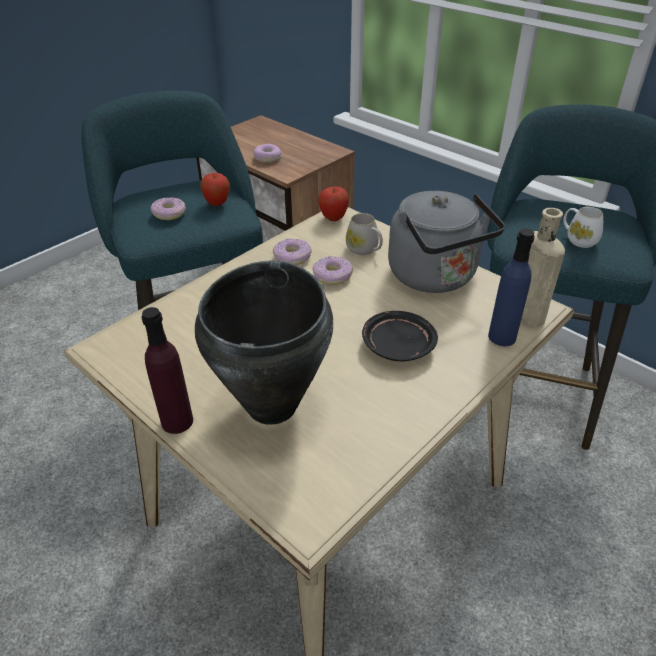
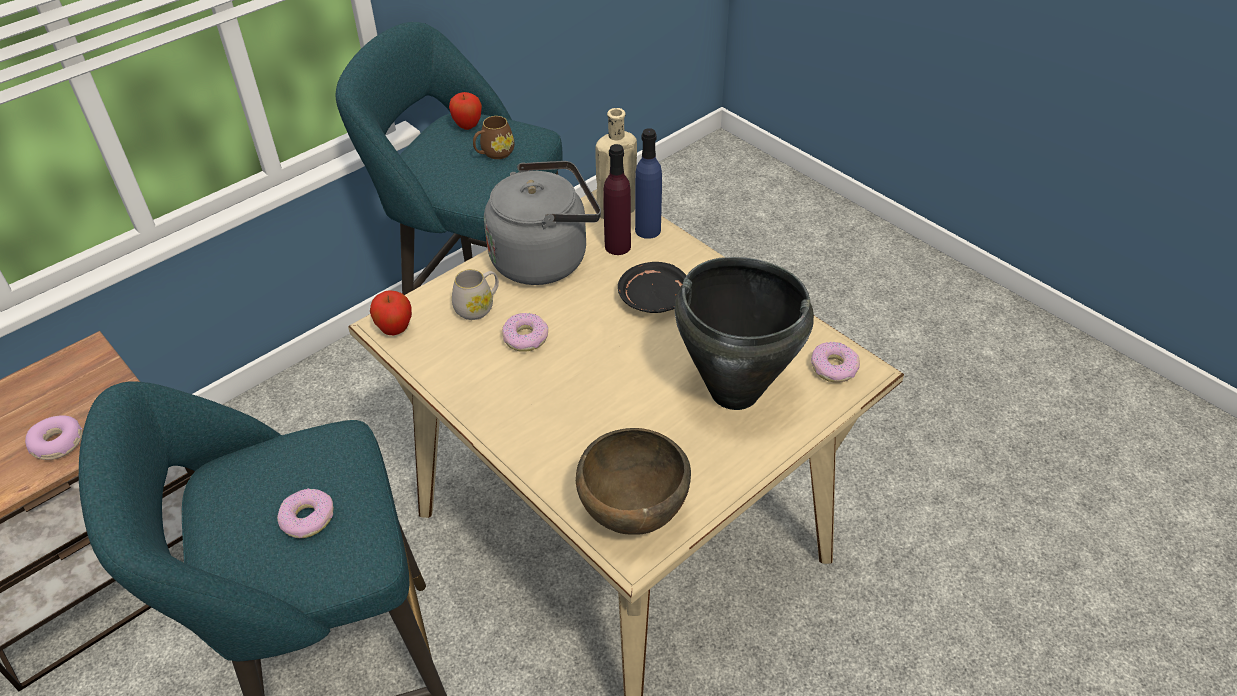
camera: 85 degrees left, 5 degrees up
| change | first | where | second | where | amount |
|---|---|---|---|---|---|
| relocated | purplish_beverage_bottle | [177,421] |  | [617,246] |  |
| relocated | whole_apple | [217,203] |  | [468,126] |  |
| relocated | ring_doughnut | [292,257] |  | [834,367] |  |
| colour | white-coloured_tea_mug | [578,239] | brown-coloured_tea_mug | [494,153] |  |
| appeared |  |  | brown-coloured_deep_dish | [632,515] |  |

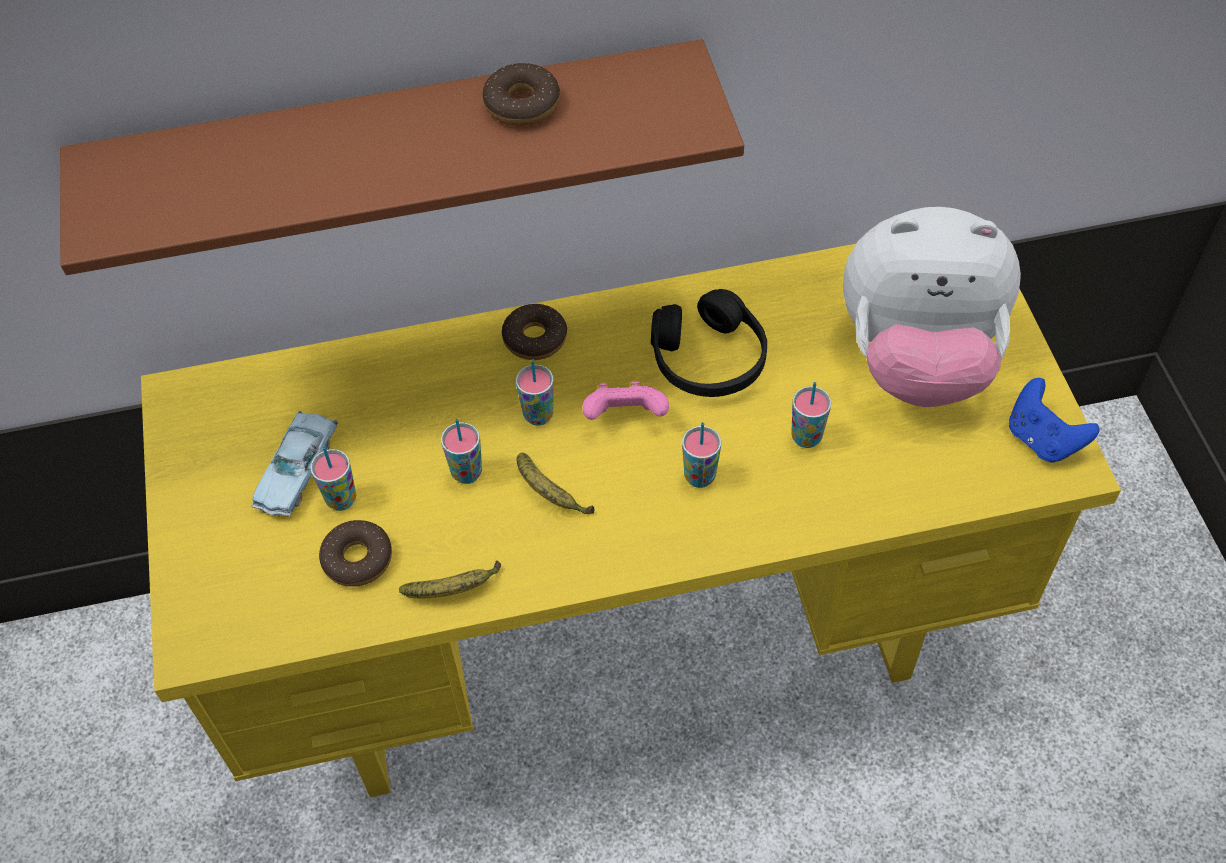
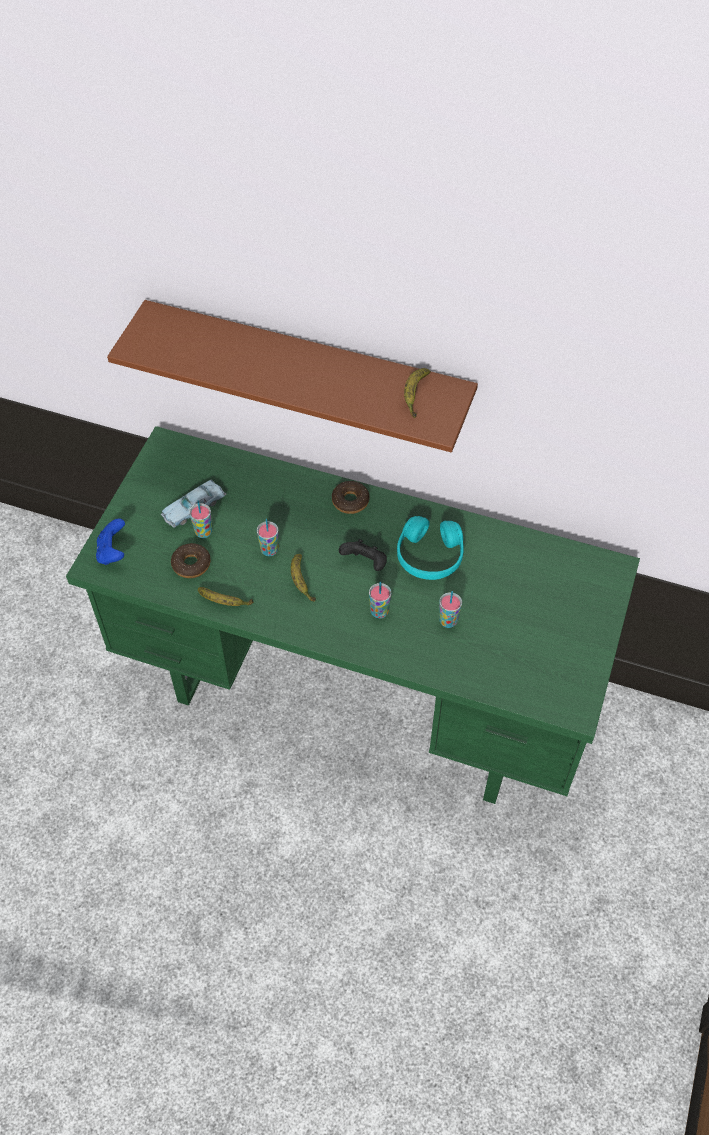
camera: 30 degrees right, 0 degrees up
| change | first | where | second | where | amount |
|---|---|---|---|---|---|
| colour | yellowish_desk_table | [624,634] | green-coloured_desk_table | [357,693] |  |
| missing | ring_doughnut | [522,104] |  |  |  |
| missing | drinking_cup | [538,415] |  |  |  |
| colour | pinkish_gamepad | [625,417] | black-coloured_gamepad | [365,563] |  |
| colour | black-coloured_headphones | [708,358] | blue-green_headphones | [429,556] |  |
| missing | soft_toy | [917,361] |  |  |  |
| relocated | blue_gamepad | [1042,439] |  | [113,552] |  |
| appeared |  |  | whole_banana | [415,395] |  |

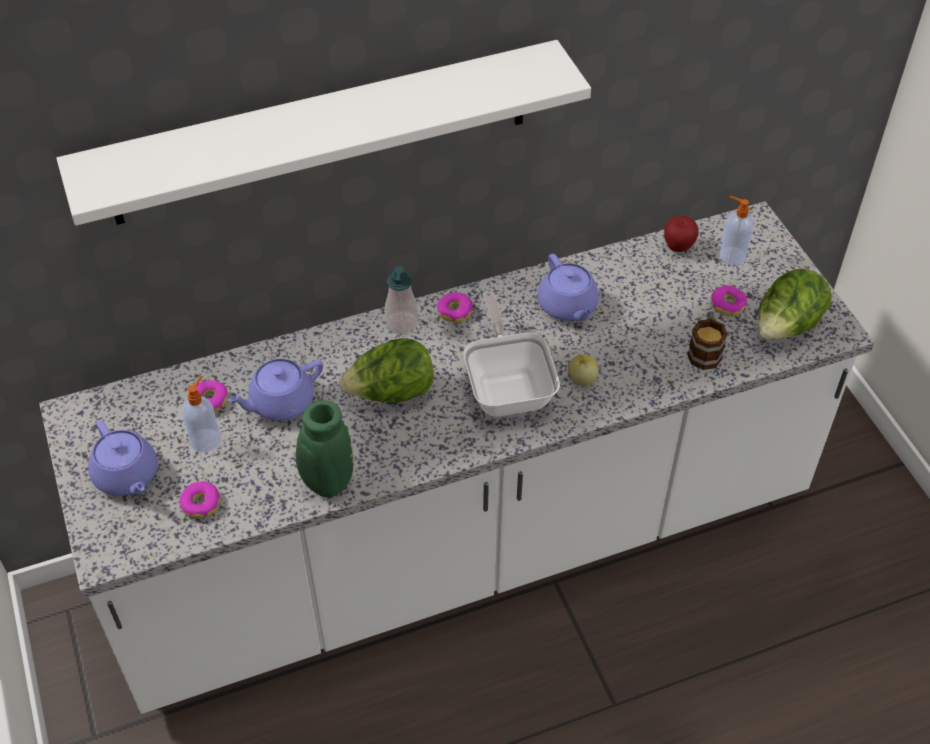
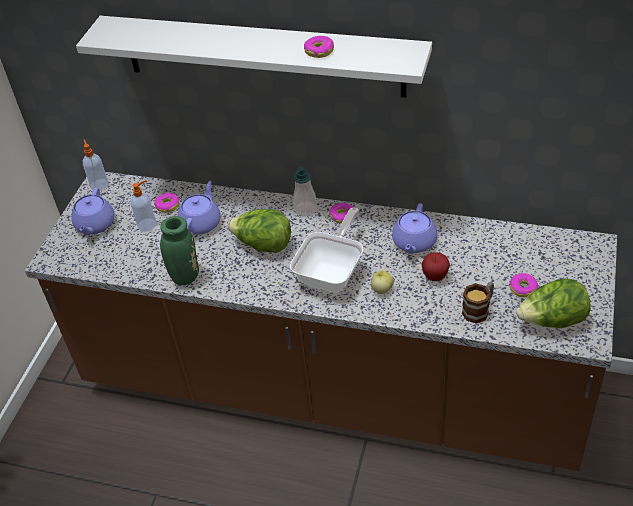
camera: 40 degrees right, 5 degrees down
| change | first | where | second | where | amount |
|---|---|---|---|---|---|
| colour | white-coloured_counter | [465,543] | brown-coloured_counter | [330,387] |  |
| relocated | ring_doughnut | [201,504] |  | [319,51] |  |
| spun | purplish_pot_for_tea | [280,403] |  | [201,223] | 105 degrees clockwise |
| relocated | whole_apple | [678,247] |  | [435,277] |  |
| relocated | liquid_soap_bottle | [731,255] |  | [99,184] |  |

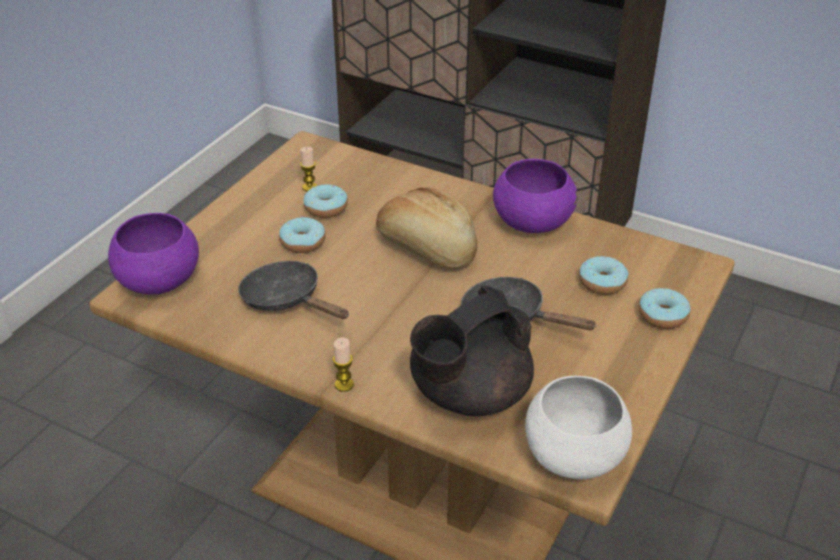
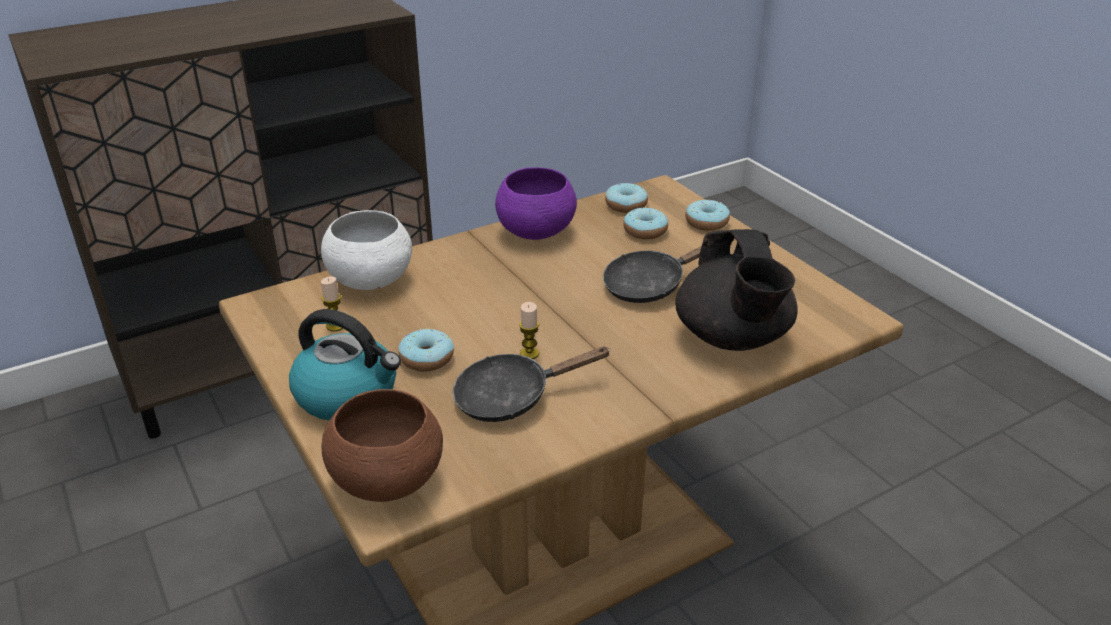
camera: 60 degrees left, 5 degrees down
| change | first | where | second | where | amount |
|---|---|---|---|---|---|
| colour | purplish_deep_dish | [158,281] | brown-coloured_deep_dish | [386,481] |  |
| relocated | ring_doughnut | [326,208] |  | [626,205] |  |
| relocated | wax_candle | [344,384] |  | [529,353] |  |
| missing | bakery_bread | [427,248] |  |  |  |
| relocated | white-coloured_deep_dish | [572,456] |  | [369,281] |  |
| appeared |  |  | kettle | [348,395] |  |

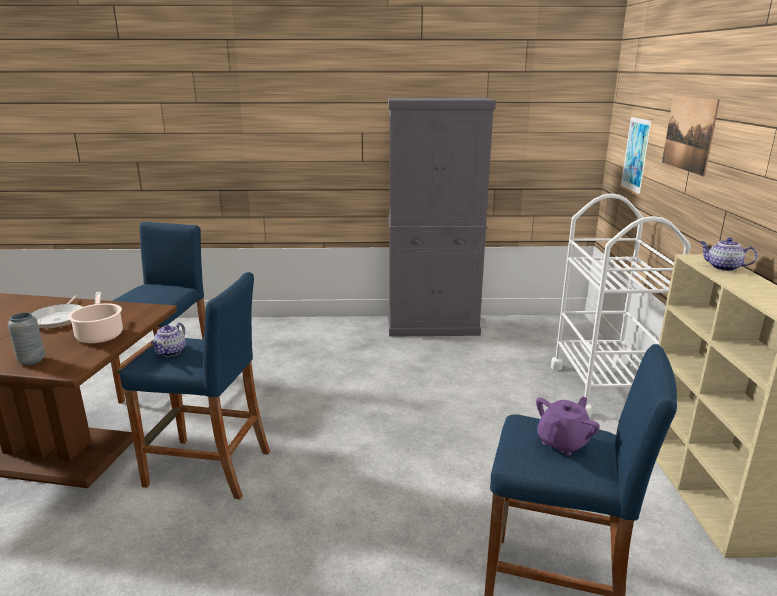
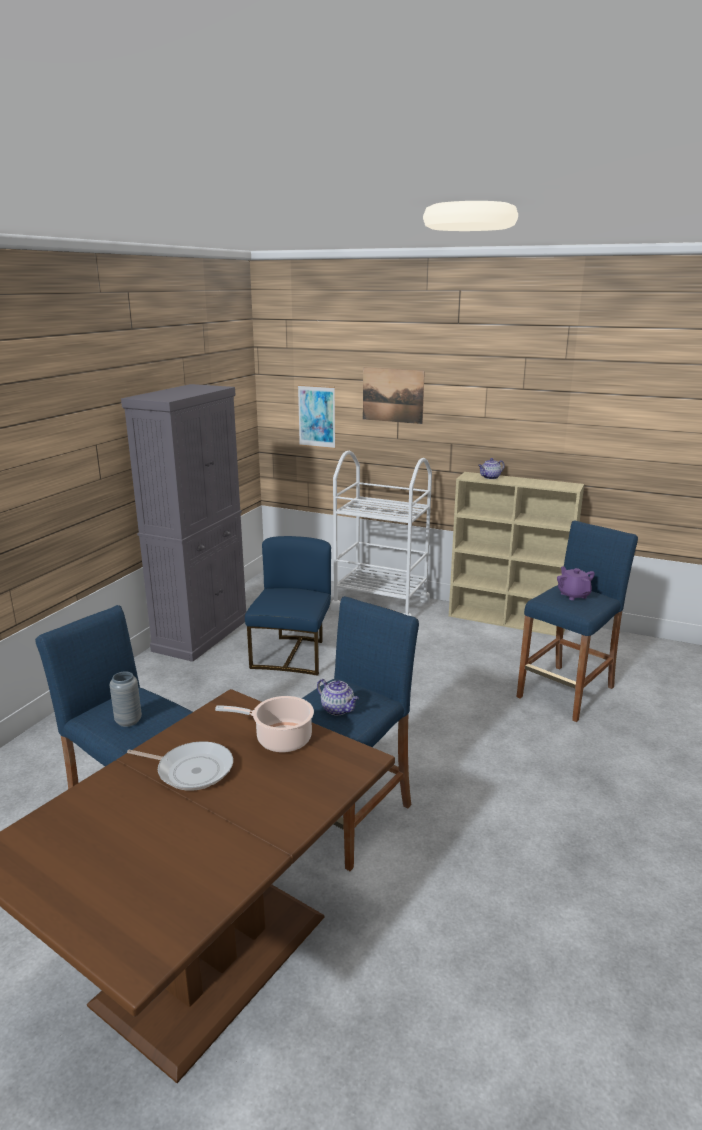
camera: 65 degrees left, 0 degrees up
| change | first | where | second | where | amount |
|---|---|---|---|---|---|
| relocated | grey_decorative_vase | [32,361] |  | [128,721] |  |
| appeared |  |  | blue_plain_chair | [293,655] |  |

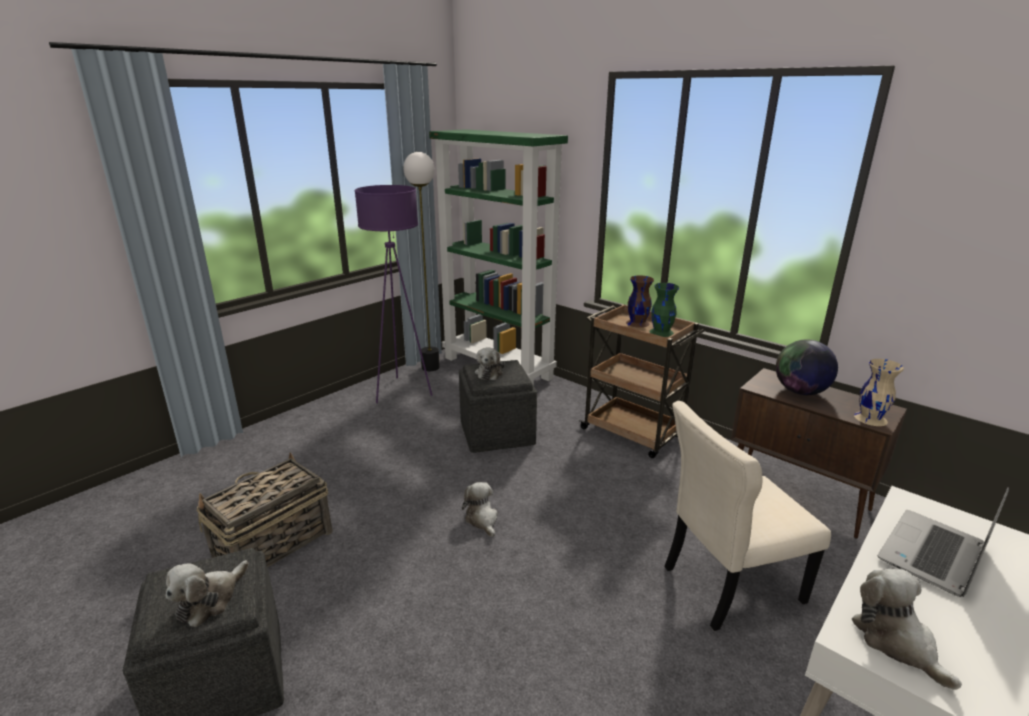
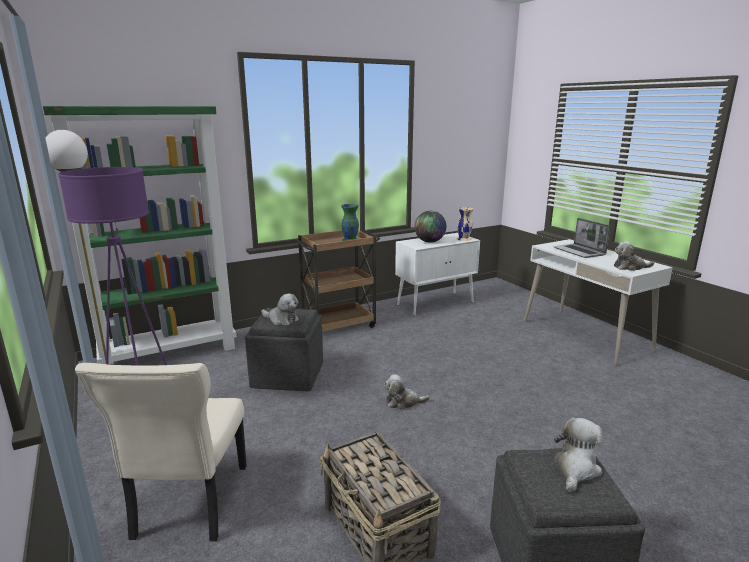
camera: 70 degrees left, 5 degrees down
| change | first | where | second | where | amount |
|---|---|---|---|---|---|
| spun | soft_toy | [210,600] |  | [576,469] | 105 degrees counterclockwise |
| missing | brown-coloured_decorative_vase | [637,323] |  |  |  |
| relocated | beige-coloured_plain_chair | [727,585] |  | [189,504] |  |
| colour | brown-coloured_cupboard | [797,497] | white-coloured_cupboard | [436,303] |  |

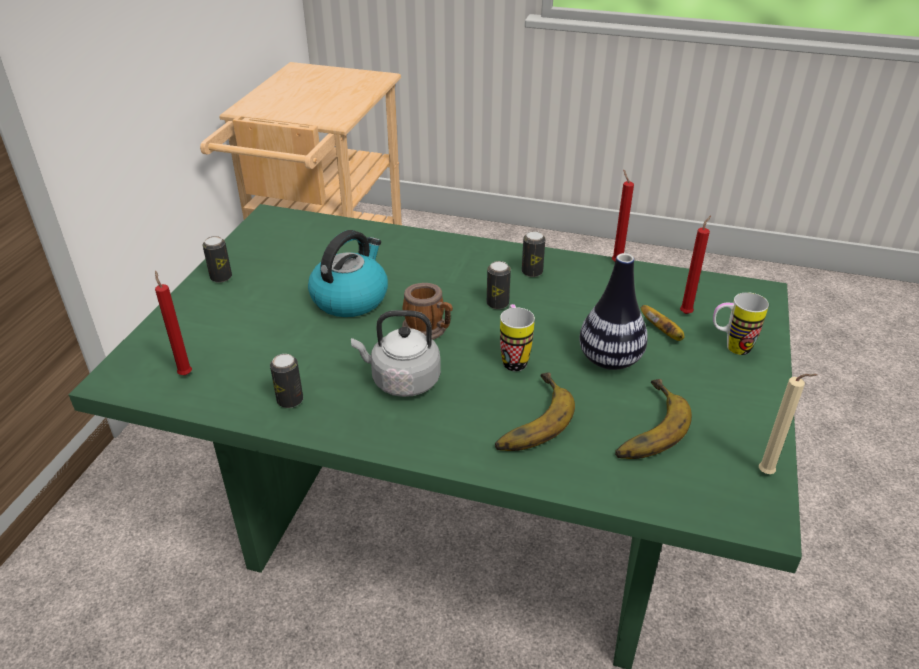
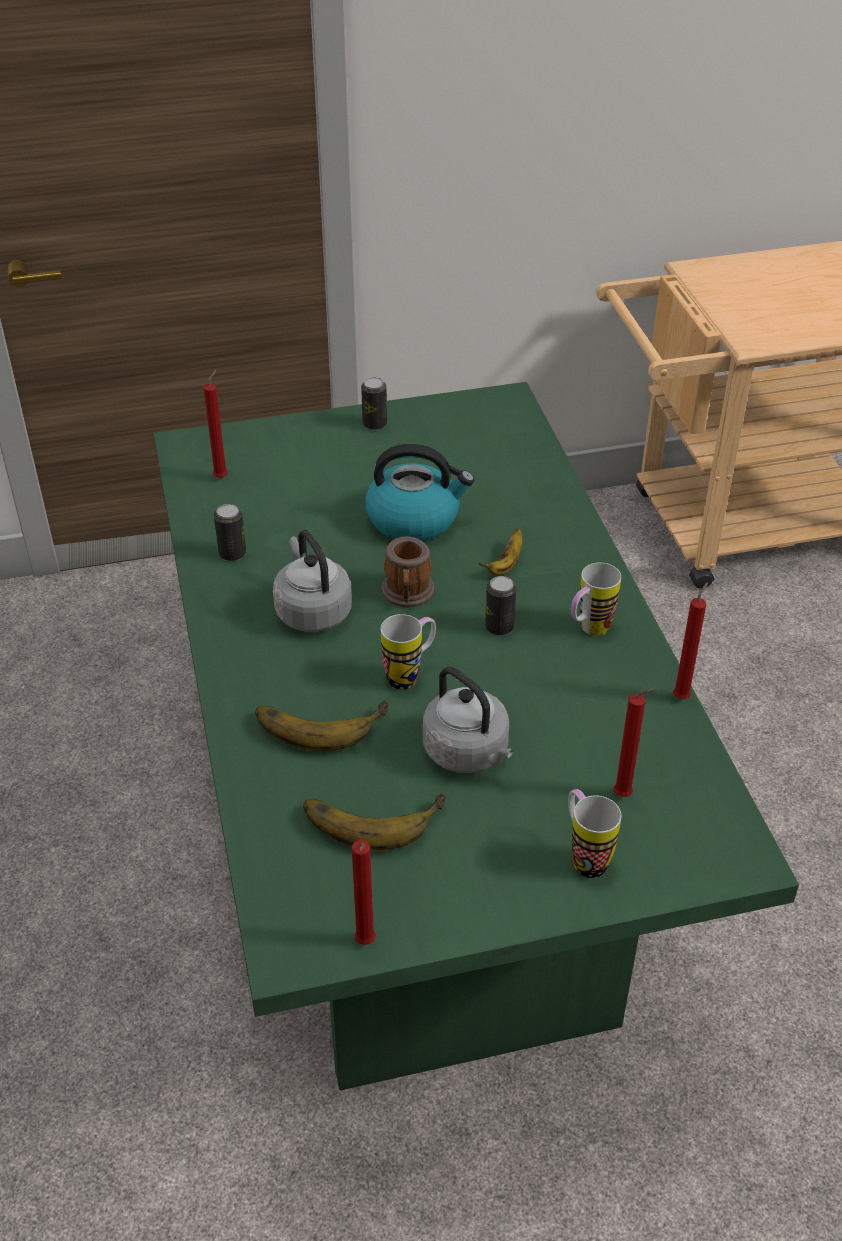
camera: 60 degrees right, 5 degrees up
| change | first | where | second | where | amount |
|---|---|---|---|---|---|
| exchanged | can | [532,272] | tea_mug | [588,631] |  |
| exchanged | decorative_vase | [610,360] | grey_kettle | [469,753] |  |
| relocated | whole_banana | [663,332] |  | [505,564] |  |
| colour | beige-coloured_wax_candle | [768,474] | red-coloured_wax_candle | [365,944] |  |

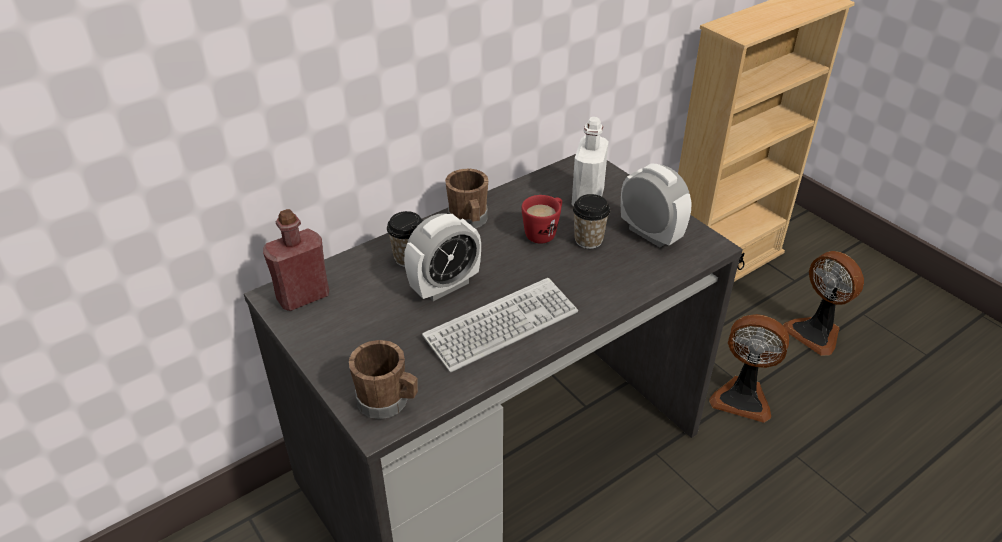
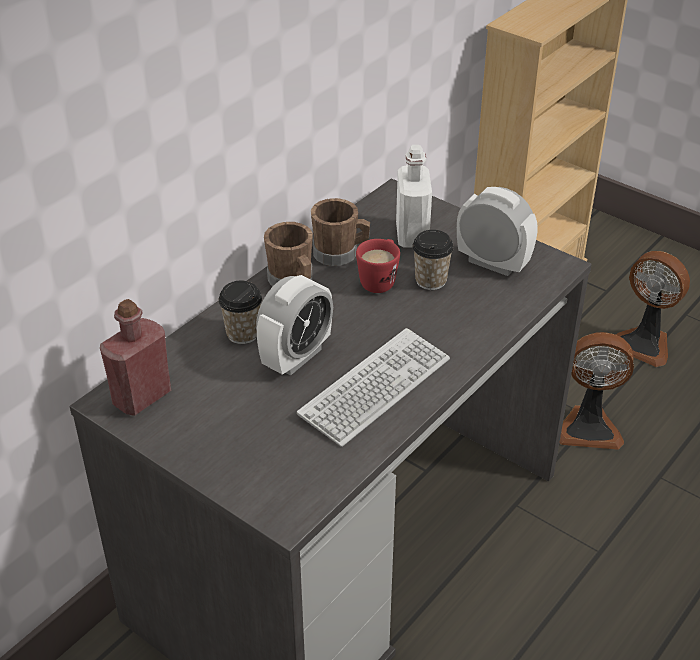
camera: 15 degrees left, 0 degrees up
| change | first | where | second | where | amount |
|---|---|---|---|---|---|
| relocated | brown-coloured_tea_mug | [388,402] |  | [340,254] |  |

